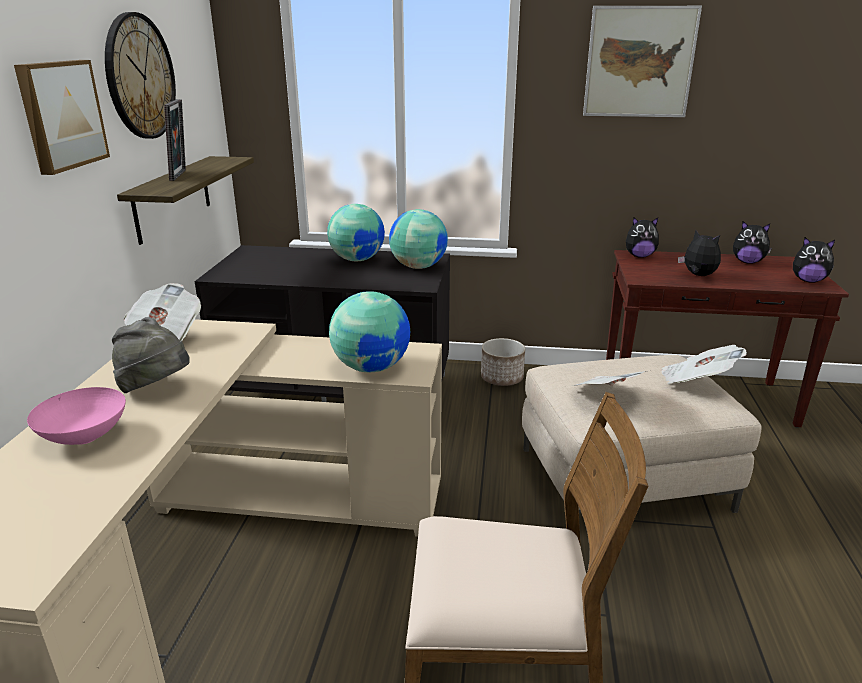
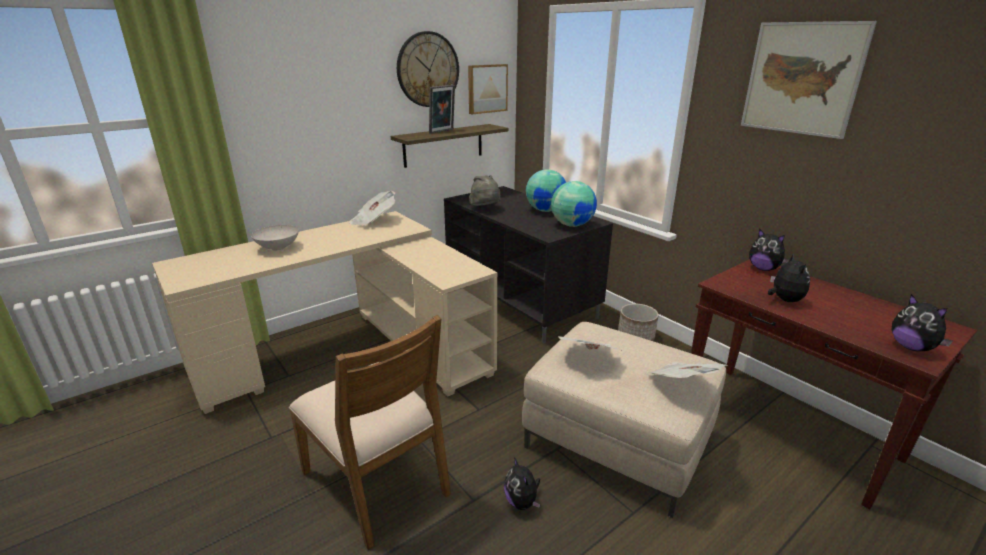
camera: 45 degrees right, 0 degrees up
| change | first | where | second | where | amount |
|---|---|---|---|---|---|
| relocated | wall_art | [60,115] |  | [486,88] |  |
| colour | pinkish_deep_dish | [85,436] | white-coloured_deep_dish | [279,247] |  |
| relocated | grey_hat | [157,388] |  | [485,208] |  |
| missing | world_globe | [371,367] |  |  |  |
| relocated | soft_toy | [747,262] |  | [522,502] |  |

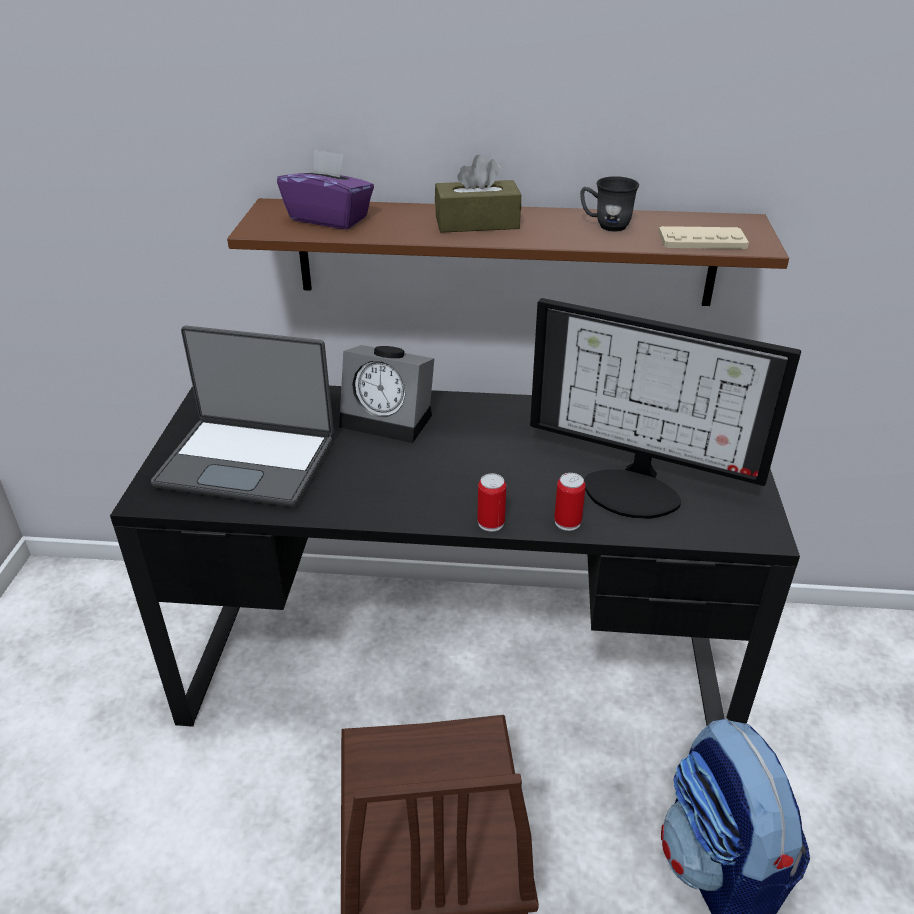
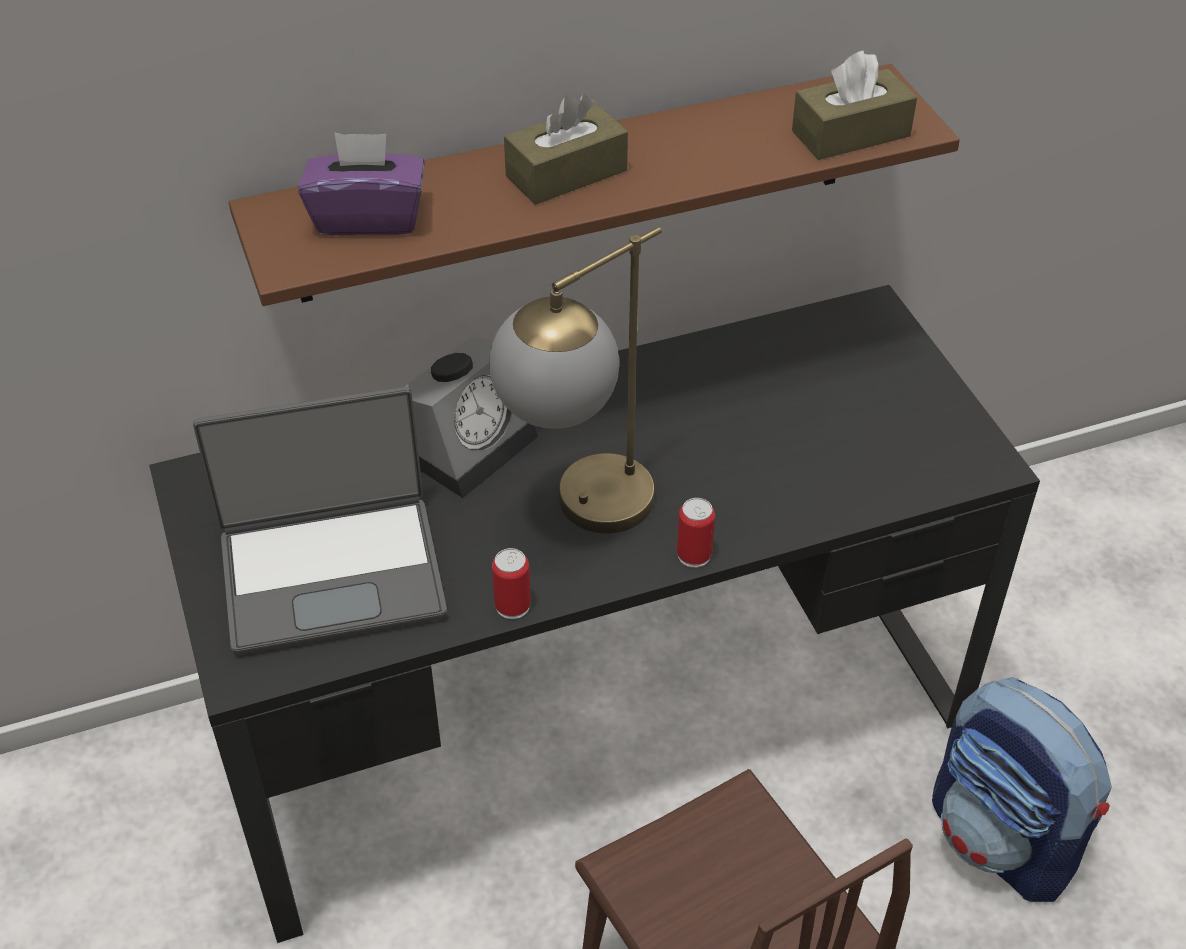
camera: 25 degrees left, 10 degrees up
| change | first | where | second | where | amount |
|---|---|---|---|---|---|
| spun | bedside_clock | [390,419] |  | [472,444] | 45 degrees counterclockwise |
| missing | computer_display | [635,488] |  |  |  |
| relocated | can | [567,522] |  | [512,606] |  |
| missing | grey_tea_mug | [605,225] |  |  |  |
| exchanged | beige-coloured_gamepad | [702,240] | brown-coloured_box_of_tissues | [851,133] |  |
| appeared |  |  | lamp_for_a_table | [579,516] |  |

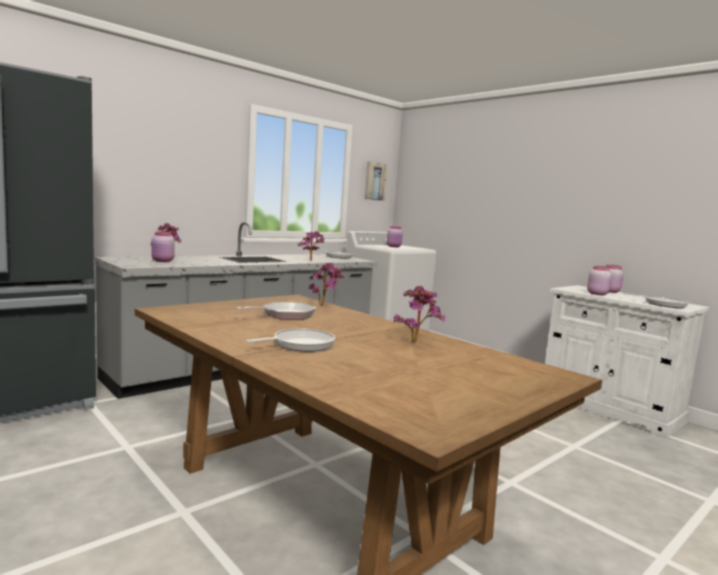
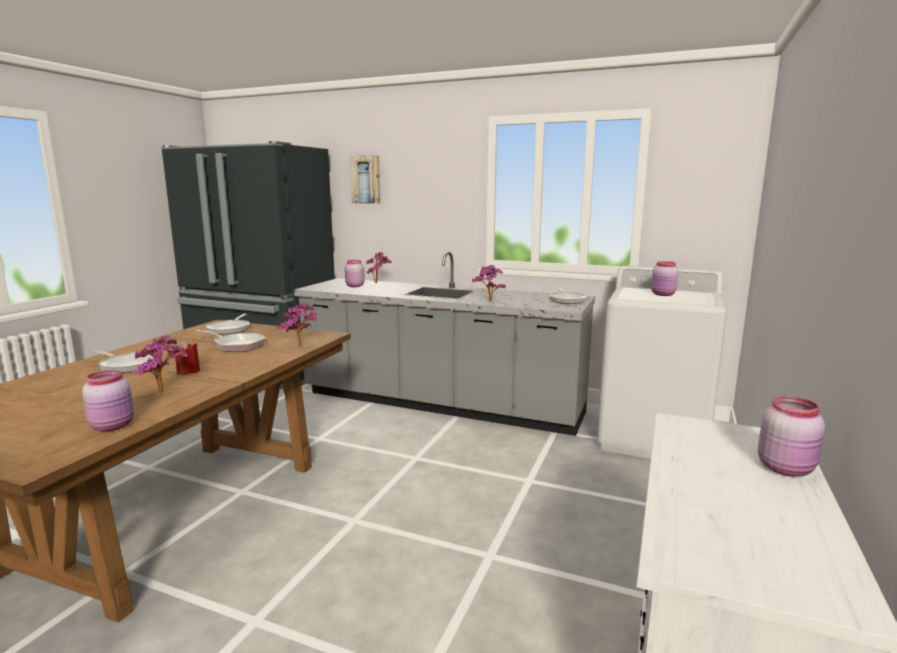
camera: 65 degrees right, 5 degrees up
| change | first | where | second | where | amount |
|---|---|---|---|---|---|
| relocated | wall_art | [374,181] |  | [366,179] |  |
| relocated | pinkish_storage_jar | [597,294] |  | [114,426] |  |
| relocated | skillet | [662,304] |  | [230,329] |  |
| appeared |  |  | red-coloured_wax_candle | [188,371] |  |

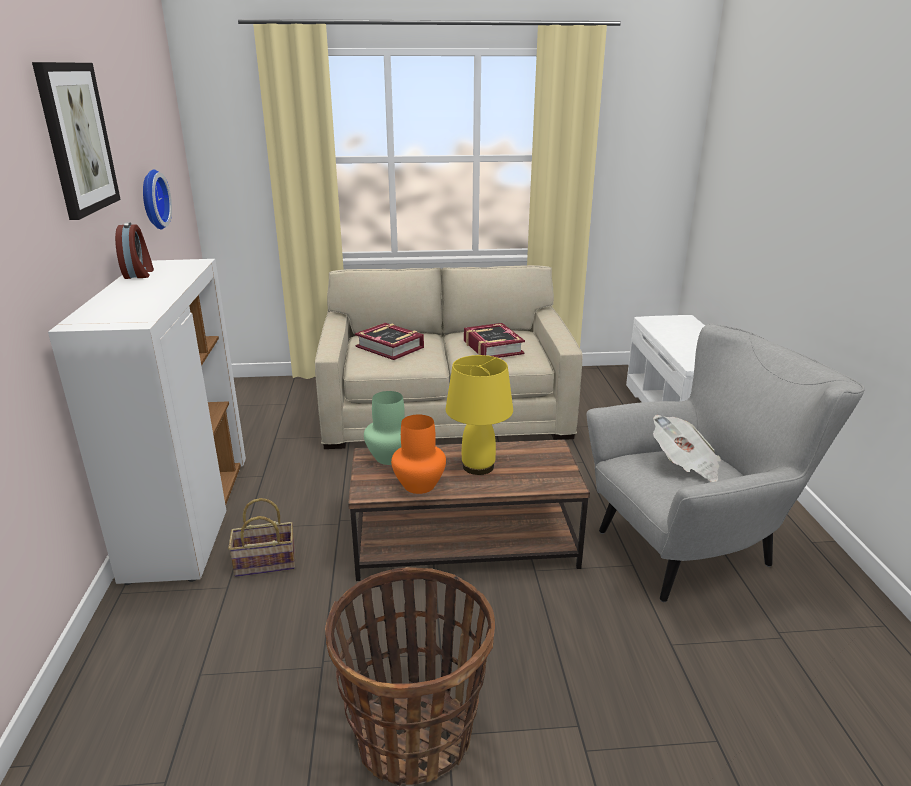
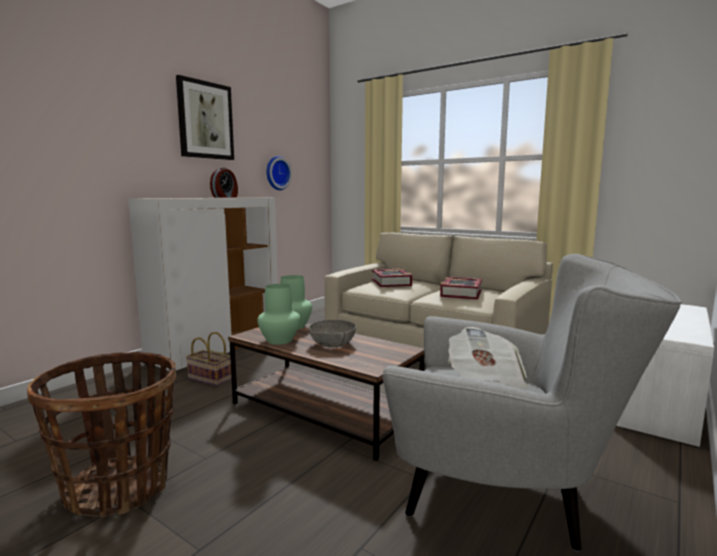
camera: 40 degrees right, 15 degrees down
| change | first | where | second | where | amount |
|---|---|---|---|---|---|
| colour | orangey_decorative_vase | [420,485] | green-coloured_decorative_vase | [280,340] |  |
| exchanged | yellowish_lamp_for_a_table | [478,467] | grey_deep_dish | [332,343] |  |

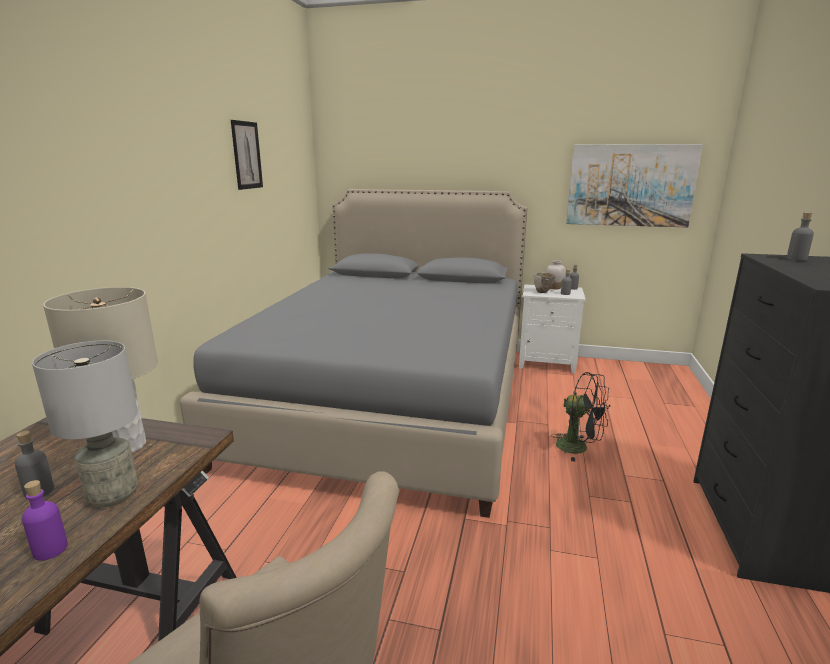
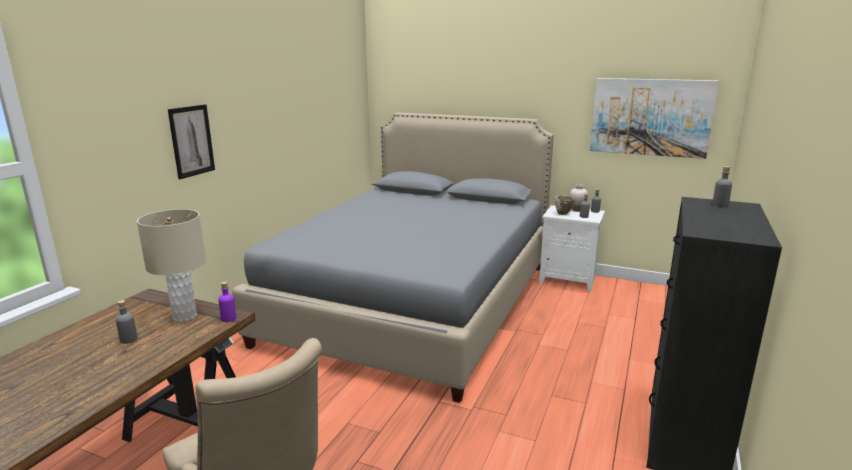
camera: 10 degrees right, 0 degrees up
| change | first | where | second | where | amount |
|---|---|---|---|---|---|
| relocated | purplish_beverage_bottle | [50,549] |  | [228,318] |  |
| missing | grey_lamp_for_a_table | [113,496] |  |  |  |
| relocated | wall_art | [246,155] |  | [191,141] |  |
| missing | black-coloured_fan | [579,448] |  |  |  |

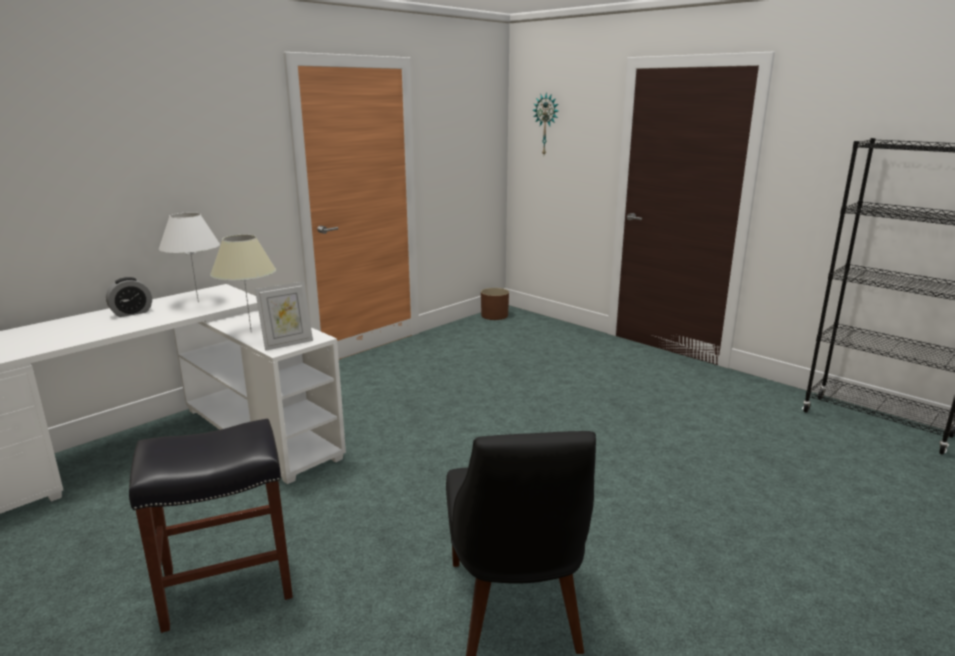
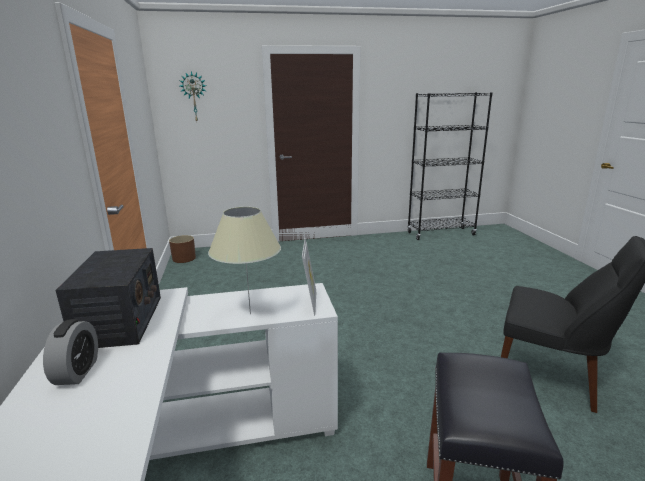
camera: 55 degrees left, 0 degrees up
| change | first | where | second | where | amount |
|---|---|---|---|---|---|
| exchanged | white-coloured_lamp_for_a_table | [198,302] | radio_receiver | [120,321] |  |

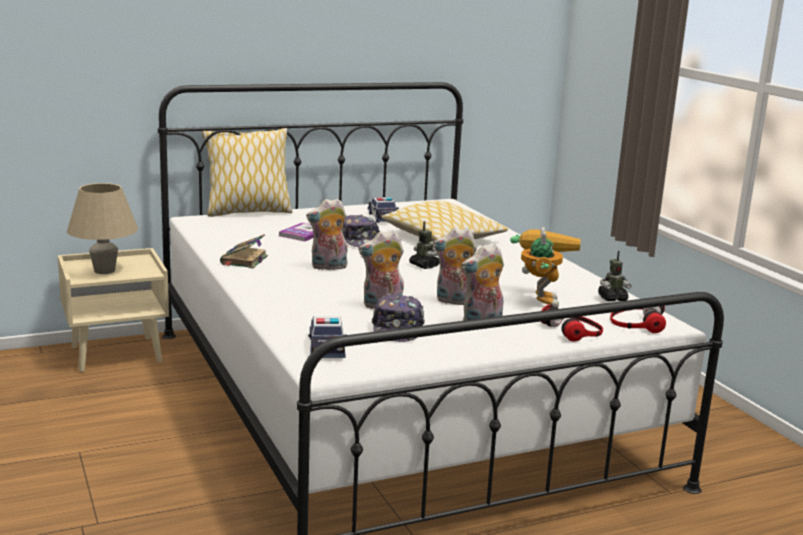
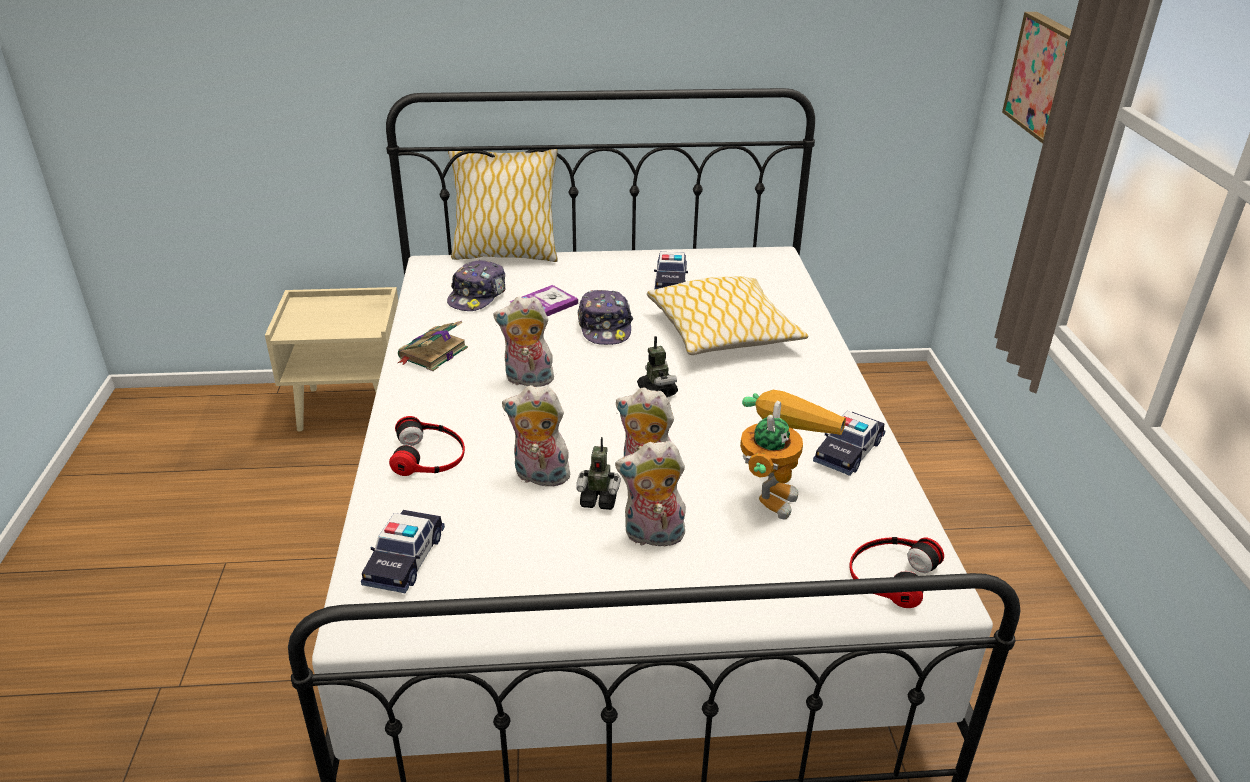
camera: 20 degrees right, 15 degrees up
| change | first | where | second | where | amount |
|---|---|---|---|---|---|
| missing | beige-coloured_lamp_for_a_table | [104,271] |  |  |  |
| relocated | baseball_cap | [398,329] |  | [478,296] |  |
| relocated | headphones | [574,330] |  | [429,455] |  |
| relocated | toy_robot | [612,298] |  | [599,499] |  |
| appeared |  |  | toy_car | [848,451] |  |
| appeared |  |  | wall_art | [1046,77] |  |

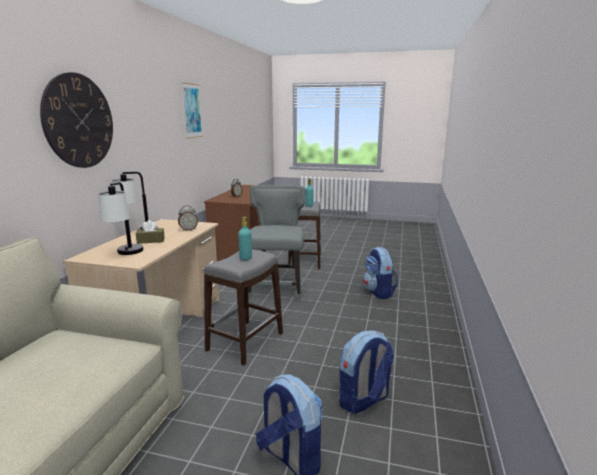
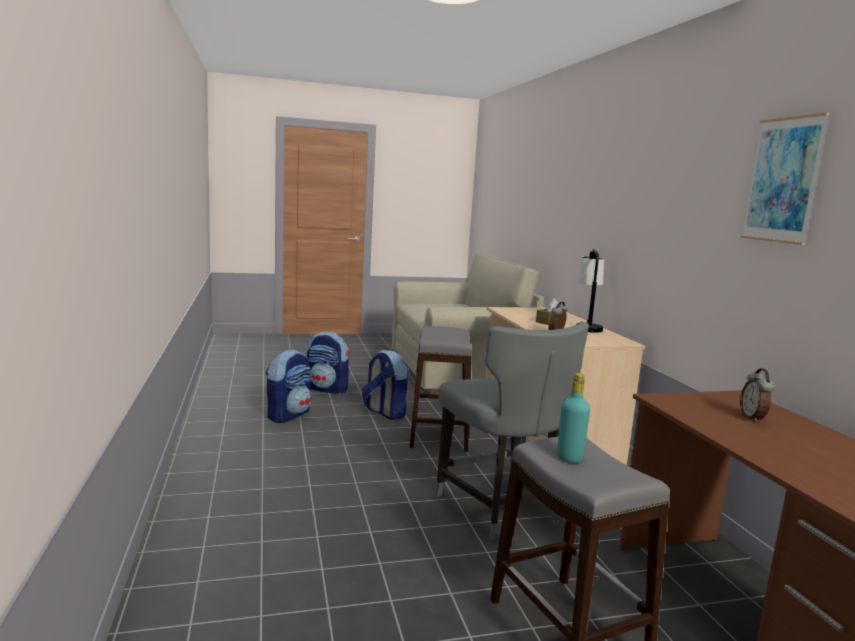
camera: 150 degrees right, 5 degrees down
| change | first | where | second | where | amount |
|---|---|---|---|---|---|
| missing | wall_clock | [79,121] |  |  |  |
| missing | lamp_for_a_table | [126,255] |  |  |  |
| missing | blue-green_beverage_bottle | [245,258] |  |  |  |
| relocated | knapsack | [379,292] |  | [385,412] |  |

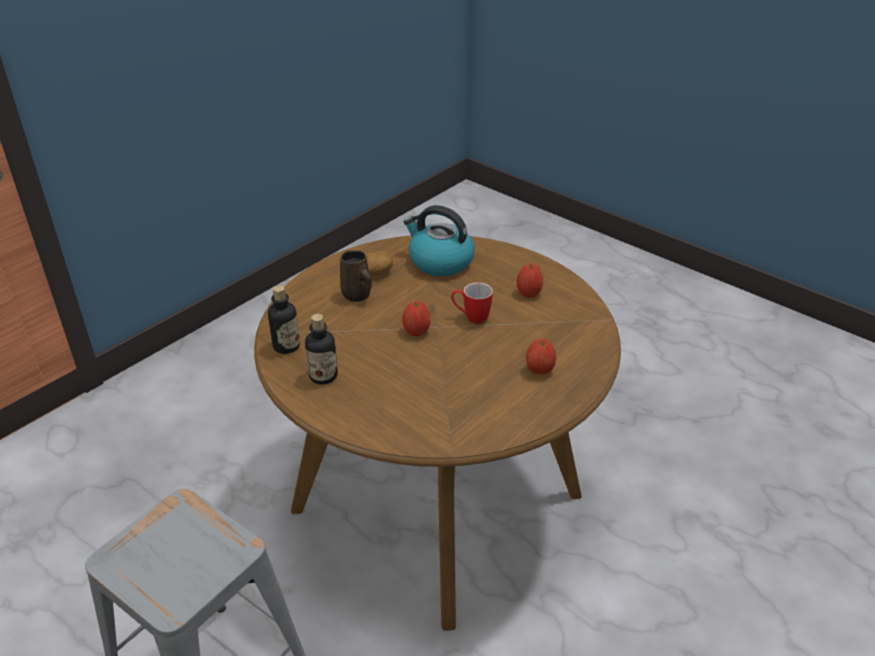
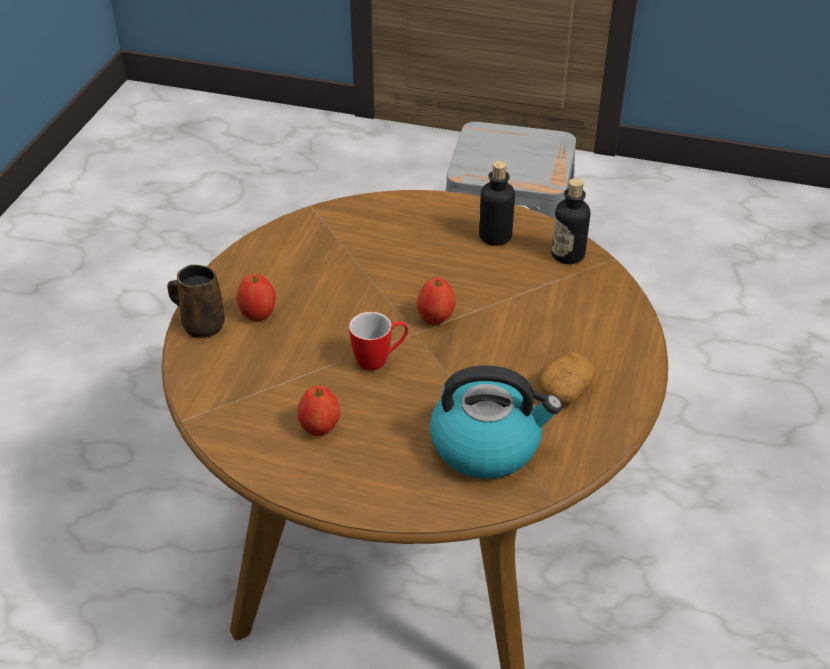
camera: 155 degrees right, 5 degrees up
| change | first | where | second | where | amount |
|---|---|---|---|---|---|
| relocated | brown-coloured_tea_mug | [357,295] |  | [201,325] |  |

